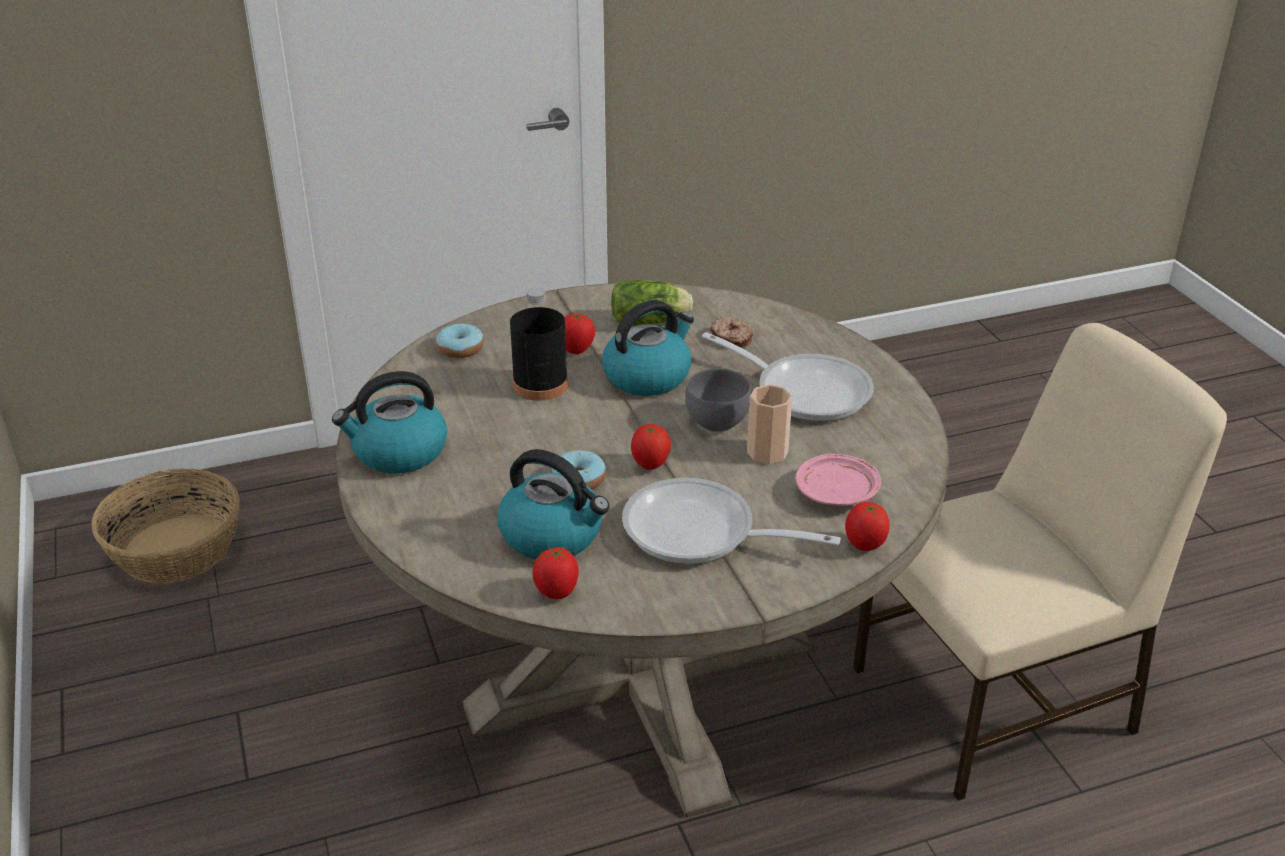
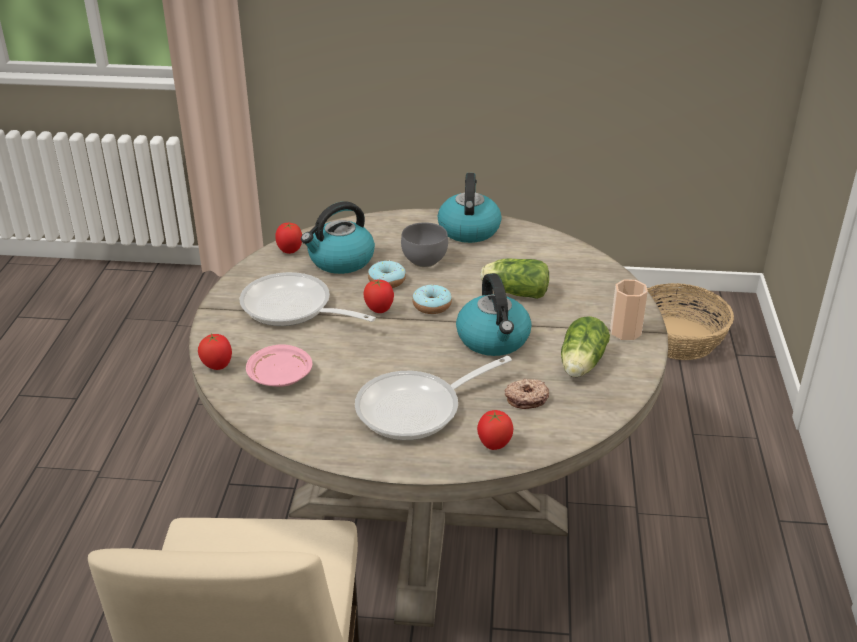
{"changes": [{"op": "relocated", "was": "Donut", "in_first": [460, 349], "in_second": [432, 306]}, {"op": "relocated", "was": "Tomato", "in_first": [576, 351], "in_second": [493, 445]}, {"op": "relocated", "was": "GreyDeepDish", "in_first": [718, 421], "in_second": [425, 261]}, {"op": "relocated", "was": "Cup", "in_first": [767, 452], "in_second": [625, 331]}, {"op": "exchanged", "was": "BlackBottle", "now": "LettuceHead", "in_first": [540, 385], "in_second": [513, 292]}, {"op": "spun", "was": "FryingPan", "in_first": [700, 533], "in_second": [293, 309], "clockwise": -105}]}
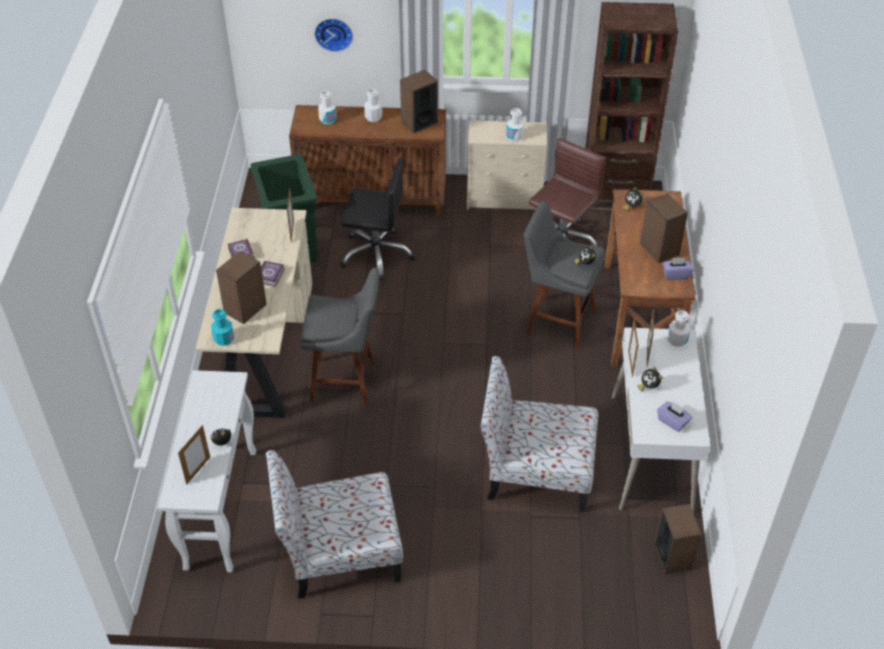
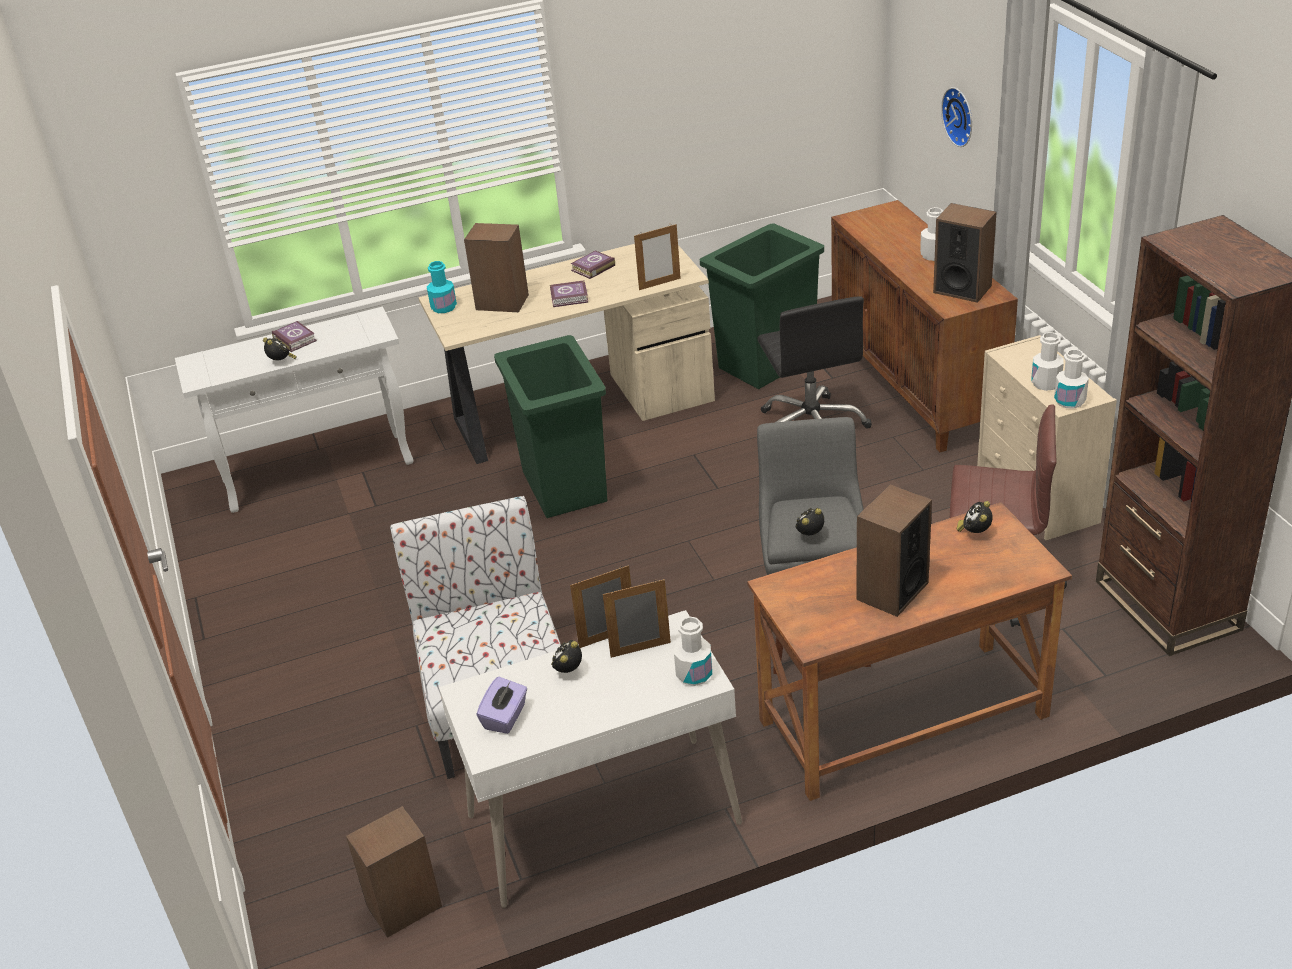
{"changes": [{"op": "missing", "was": "PictureFrame", "in_first": [198, 470]}, {"op": "missing", "was": "Chair", "in_first": [339, 553]}, {"op": "missing", "was": "PurplishTissueHolder", "in_first": [676, 275]}, {"op": "appeared", "now": "Book", "in_second": [295, 339]}, {"op": "relocated", "was": "WhiteColouredBottle", "in_first": [328, 119], "in_second": [1069, 401]}, {"op": "exchanged", "was": "GreyStool", "now": "GreenColouredTrashCan", "in_first": [347, 381], "in_second": [563, 487]}]}
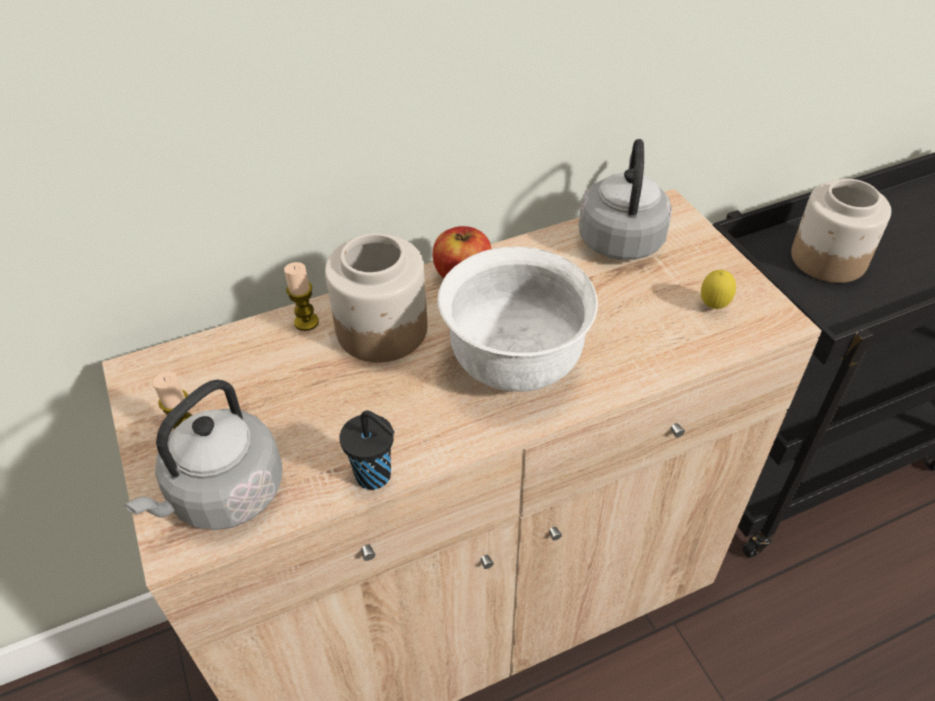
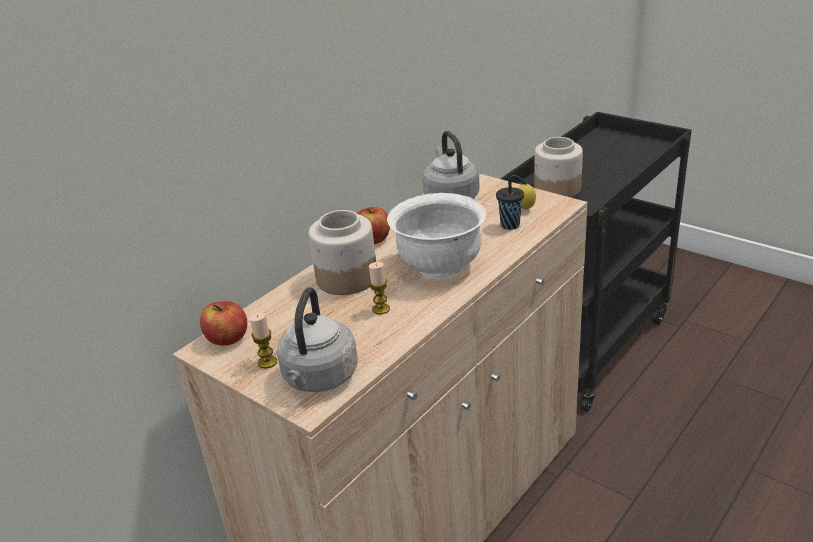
{"changes": [{"op": "appeared", "now": "AppleFruit", "in_second": [228, 338]}, {"op": "relocated", "was": "Candle", "in_first": [306, 322], "in_second": [381, 309]}, {"op": "relocated", "was": "BlackCup", "in_first": [375, 476], "in_second": [511, 225]}]}
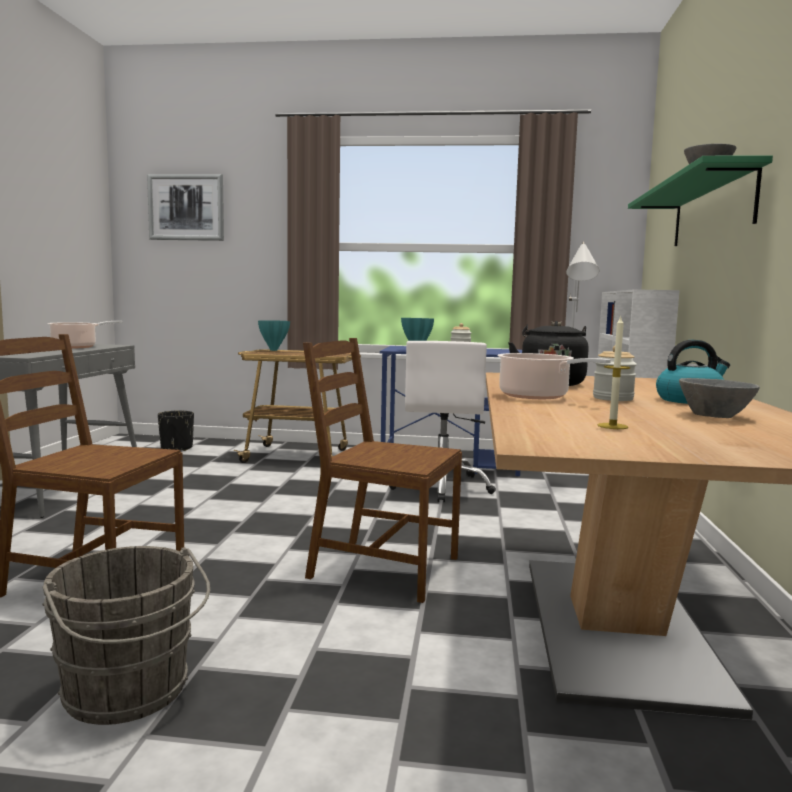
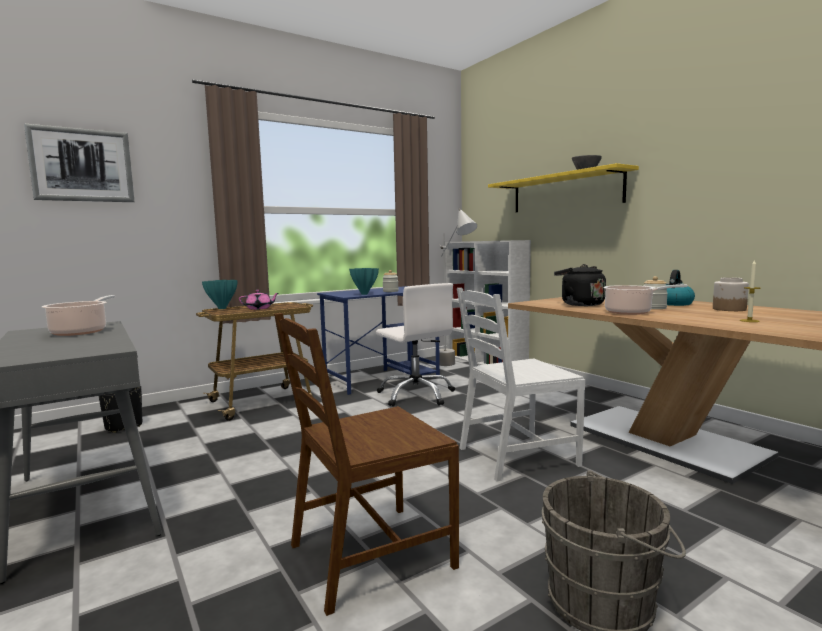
{"changes": [{"op": "appeared", "now": "PinkPotForTea", "in_second": [259, 308]}, {"op": "exchanged", "was": "GreyDeepDish", "now": "PreserveJar", "in_first": [716, 416], "in_second": [729, 309]}, {"op": "colour", "was": "BrownChair", "now": "WhiteColouredChair", "in_first": [382, 568], "in_second": [516, 456]}, {"op": "colour", "was": "GreenColouredWallShelf", "now": "YellowishWallShelf", "in_first": [711, 210], "in_second": [565, 192]}]}
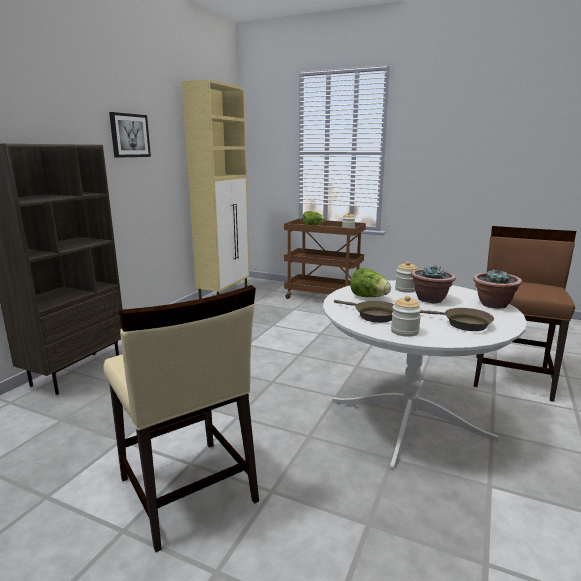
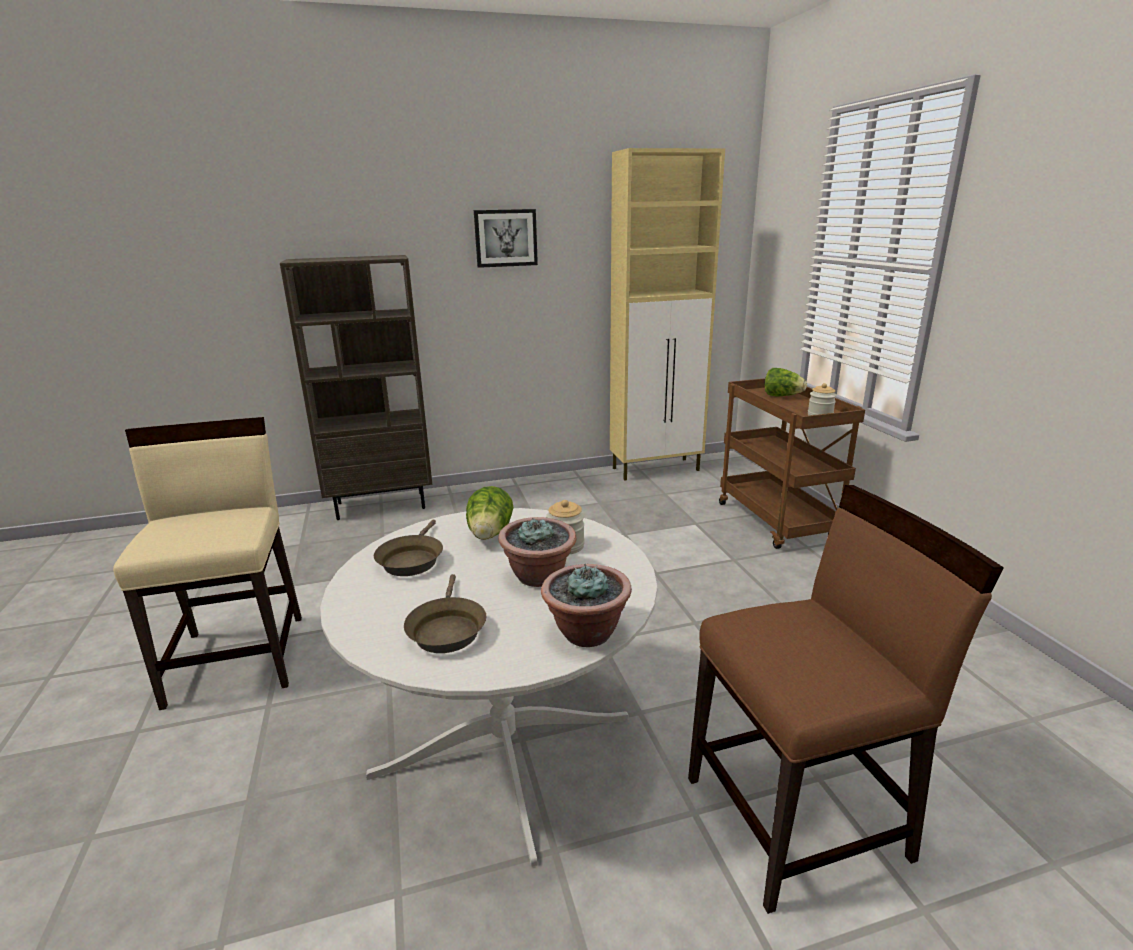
{"changes": [{"op": "missing", "was": "PreserveJar", "in_first": [404, 331]}, {"op": "spun", "was": "SandColouredChair", "in_first": [187, 491], "in_second": [239, 658], "clockwise": 150}]}
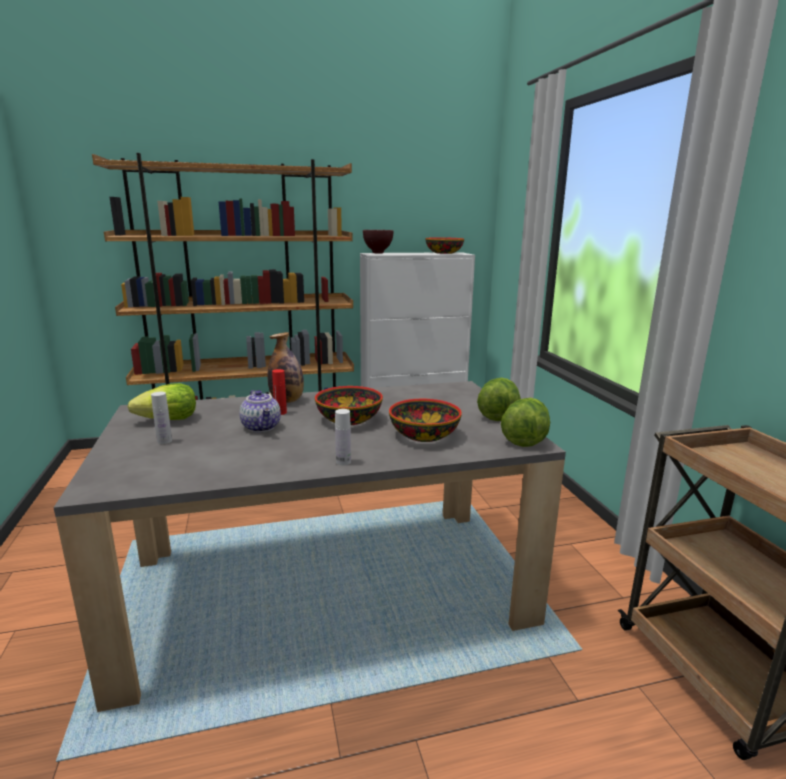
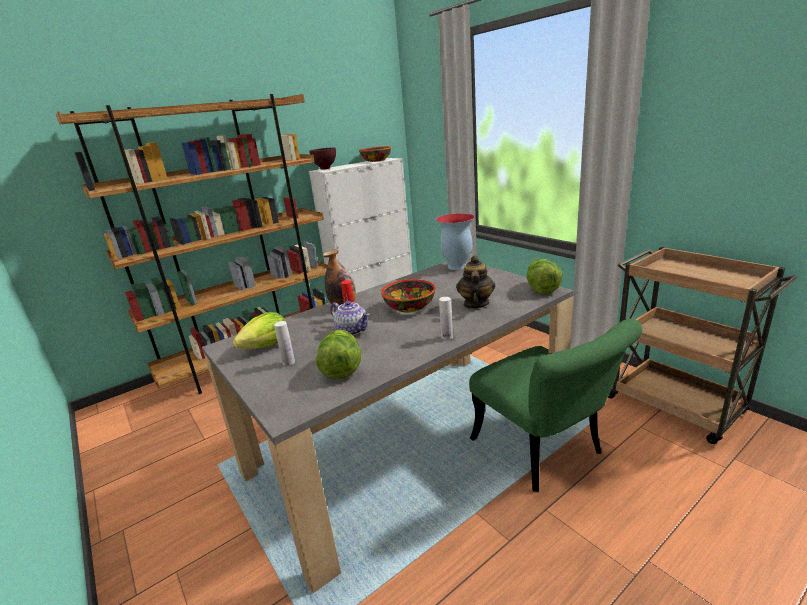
{"changes": [{"op": "appeared", "now": "DecorativeVase", "in_second": [456, 266]}, {"op": "appeared", "now": "GreenColouredChair", "in_second": [545, 453]}, {"op": "relocated", "was": "LettuceHead", "in_first": [498, 415], "in_second": [341, 369]}, {"op": "exchanged", "was": "DeepDish", "now": "PotForTea", "in_first": [423, 435], "in_second": [475, 304]}]}
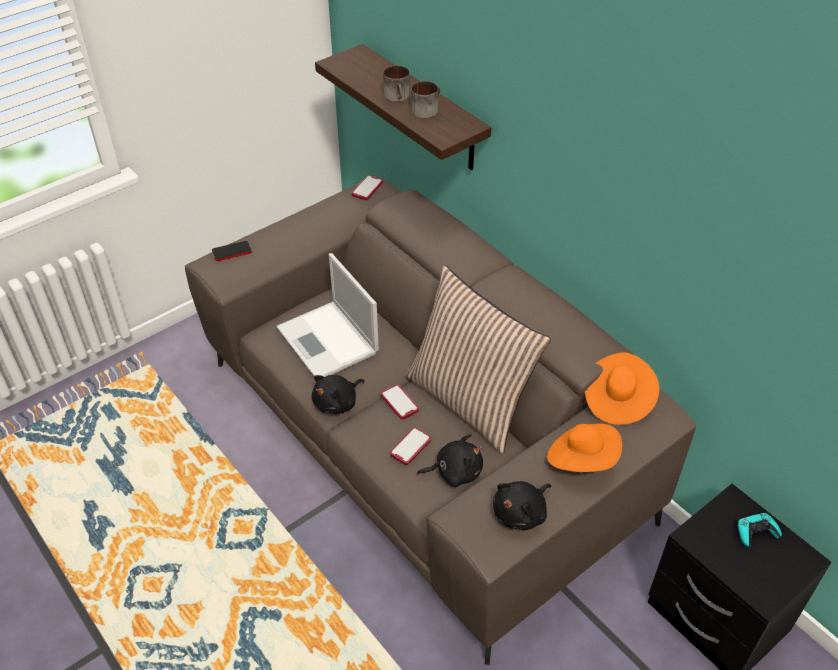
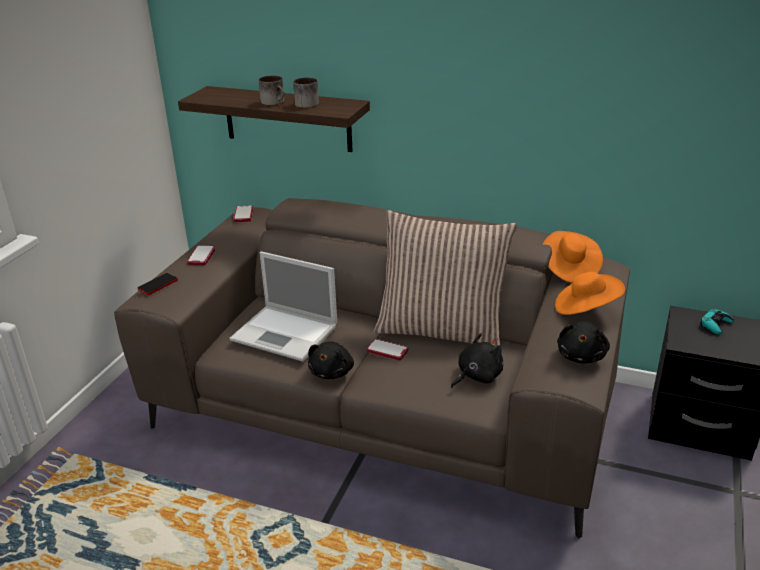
{"changes": [{"op": "relocated", "was": "Handset", "in_first": [410, 447], "in_second": [201, 256]}]}
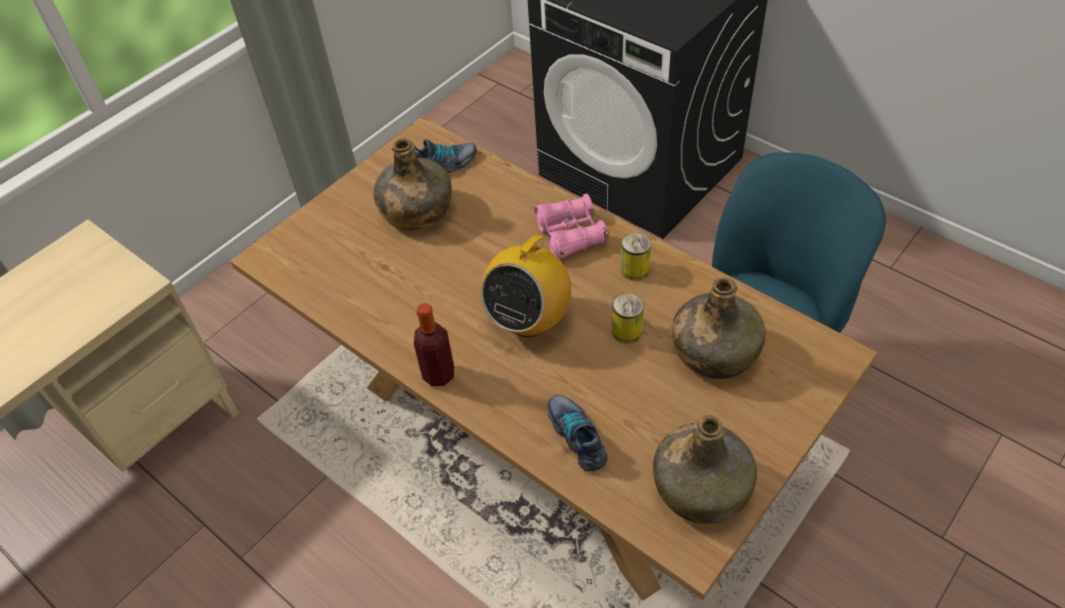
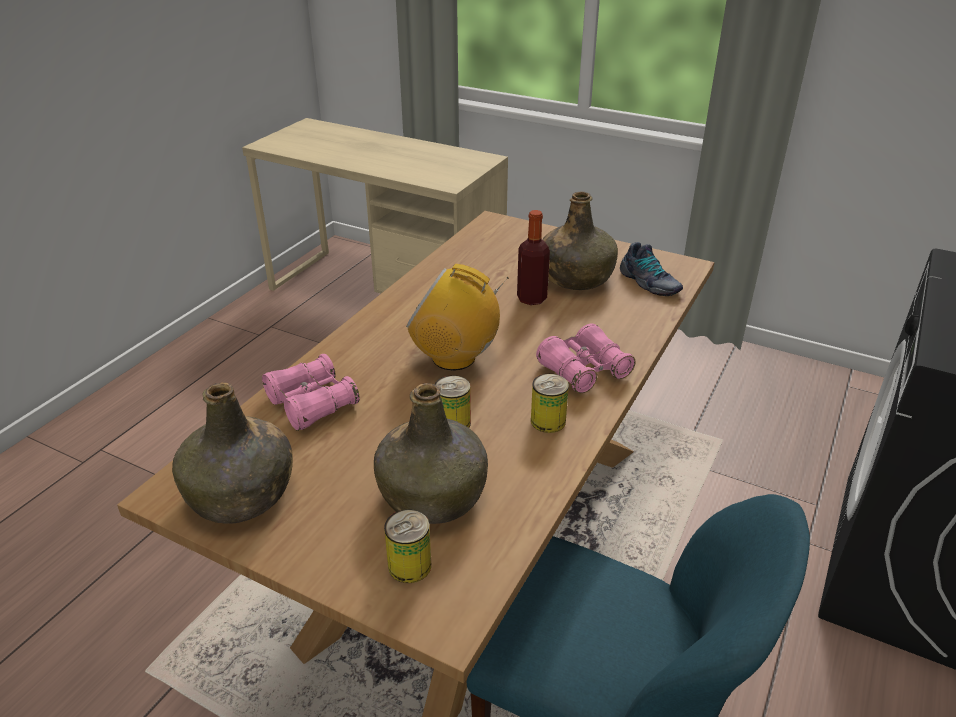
{"changes": [{"op": "appeared", "now": "MetalCan", "in_second": [409, 566]}, {"op": "relocated", "was": "Bottle", "in_first": [438, 374], "in_second": [531, 299]}, {"op": "exchanged", "was": "ItemOfFootwear", "now": "PinkBinoculars", "in_first": [577, 436], "in_second": [312, 403]}]}
